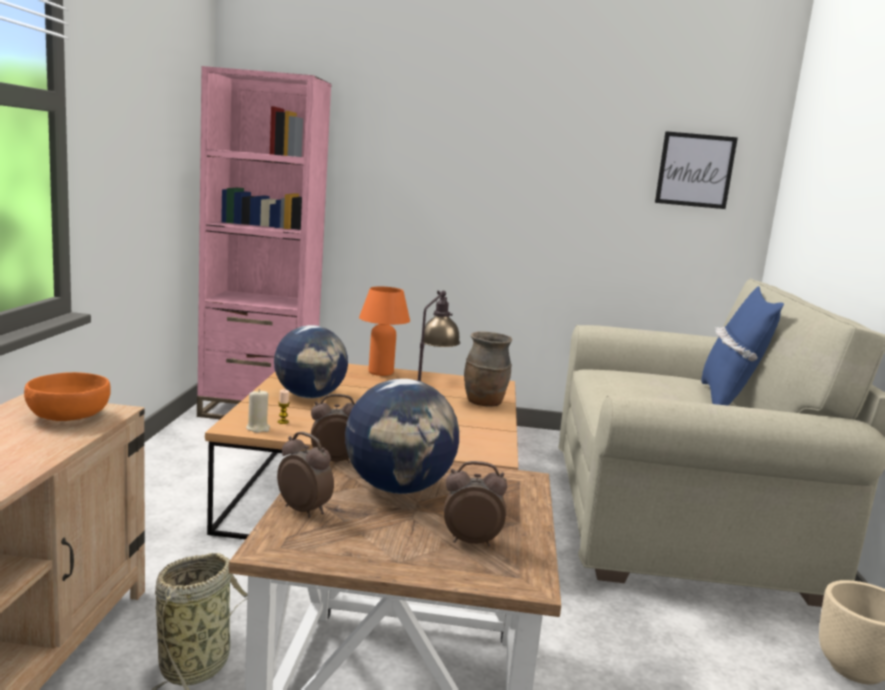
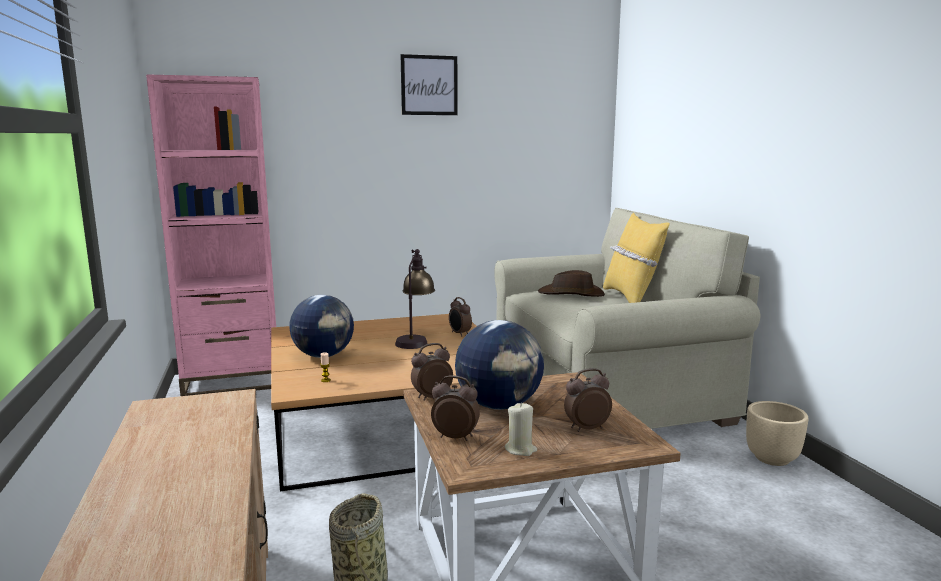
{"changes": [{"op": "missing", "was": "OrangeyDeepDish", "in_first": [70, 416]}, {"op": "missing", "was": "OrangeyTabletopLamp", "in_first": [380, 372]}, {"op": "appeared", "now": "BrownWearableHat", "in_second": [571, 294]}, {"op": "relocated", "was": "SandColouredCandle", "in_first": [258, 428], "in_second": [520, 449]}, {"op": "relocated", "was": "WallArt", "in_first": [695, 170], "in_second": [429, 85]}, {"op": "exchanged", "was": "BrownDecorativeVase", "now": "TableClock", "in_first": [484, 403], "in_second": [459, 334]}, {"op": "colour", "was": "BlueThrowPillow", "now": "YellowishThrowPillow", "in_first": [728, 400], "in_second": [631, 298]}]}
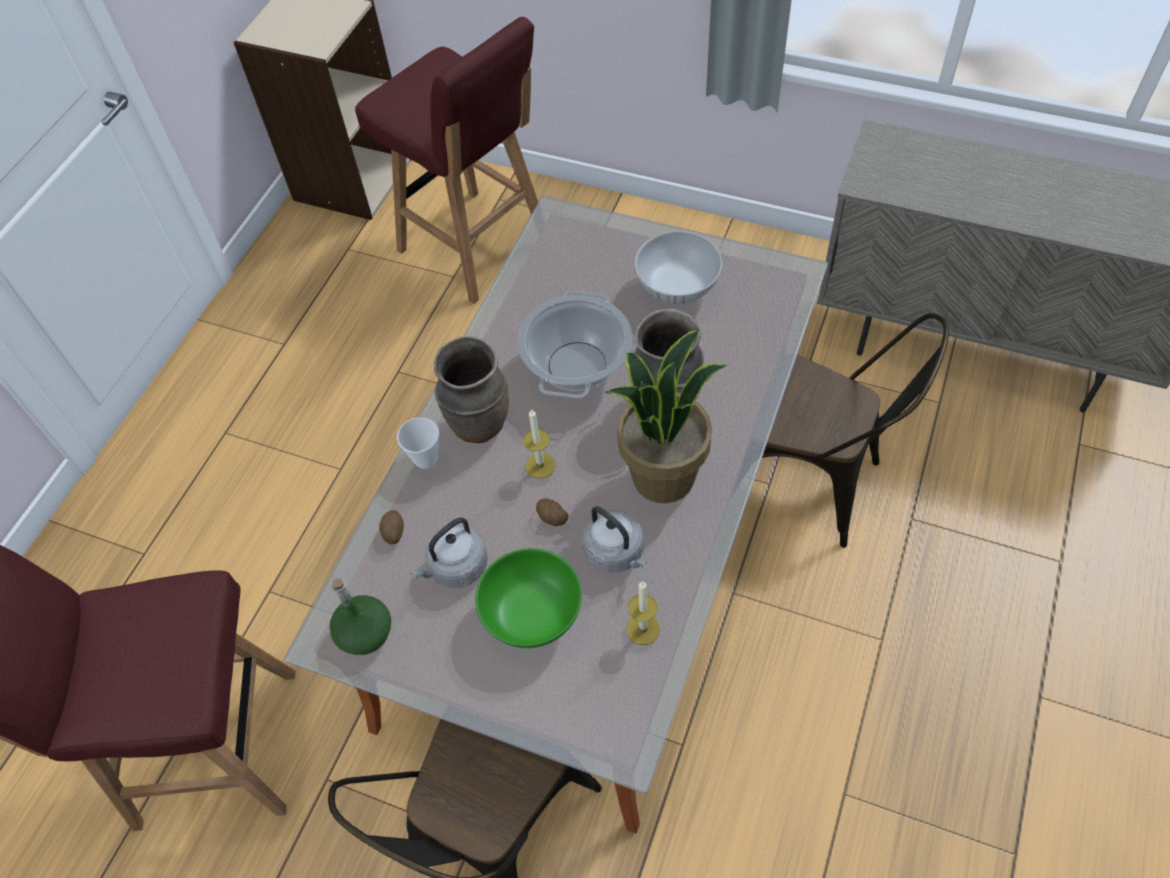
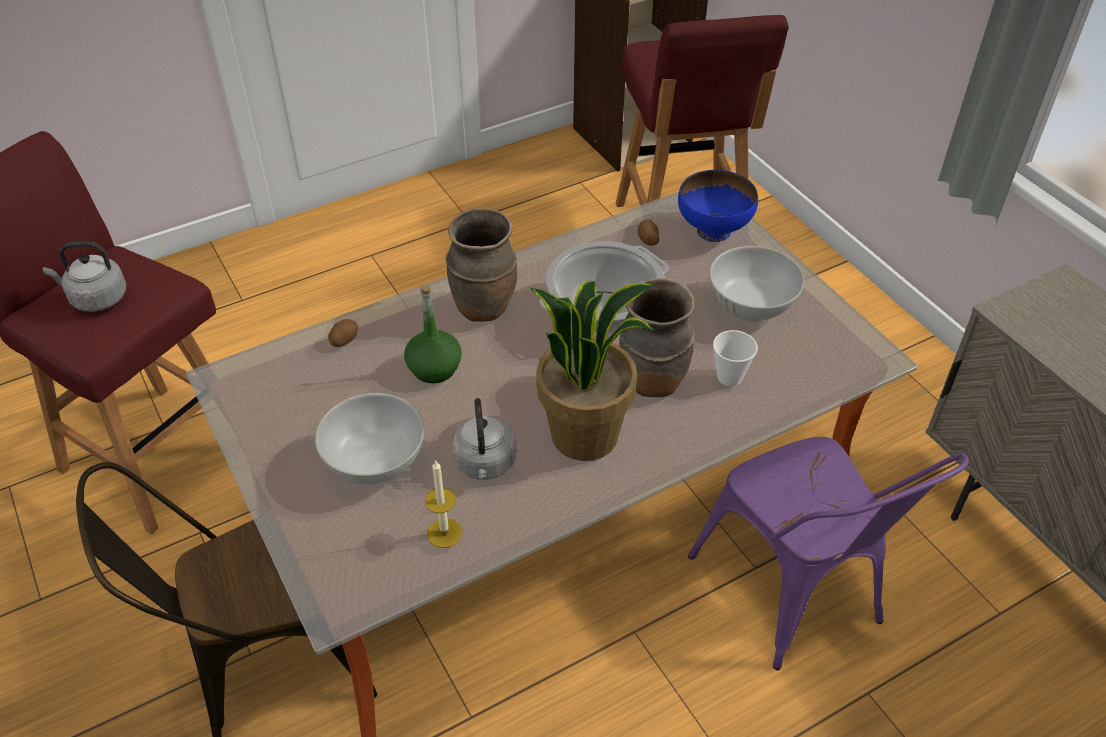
{"changes": [{"op": "missing", "was": "Candle", "in_first": [540, 465]}, {"op": "appeared", "now": "BlueDeepDish", "in_second": [714, 230]}, {"op": "relocated", "was": "GreenColouredBottle", "in_first": [365, 633], "in_second": [434, 368]}, {"op": "relocated", "was": "Cup", "in_first": [425, 458], "in_second": [729, 377]}, {"op": "relocated", "was": "GreyWaterKettle", "in_first": [456, 567], "in_second": [96, 298]}, {"op": "relocated", "was": "WholePotato", "in_first": [552, 517], "in_second": [647, 239]}, {"op": "colour", "was": "GreenColouredDeepDish", "now": "WhiteColouredDeepDish", "in_first": [533, 615], "in_second": [375, 463]}, {"op": "colour", "was": "BrownChair", "now": "PurplishChair", "in_first": [813, 486], "in_second": [796, 598]}]}
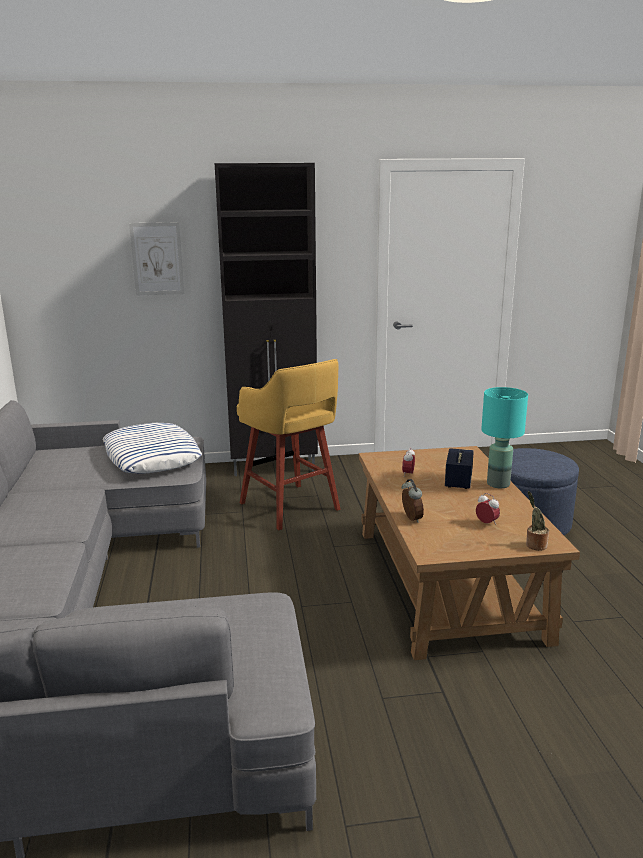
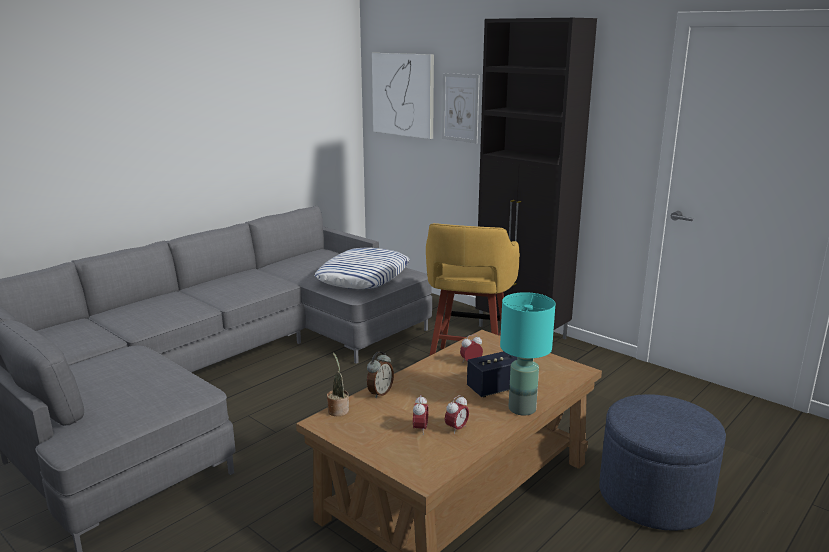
{"changes": [{"op": "appeared", "now": "WallArt", "in_second": [403, 94]}, {"op": "appeared", "now": "TableClock", "in_second": [456, 429]}, {"op": "relocated", "was": "Houseplant", "in_first": [534, 545], "in_second": [338, 410]}]}
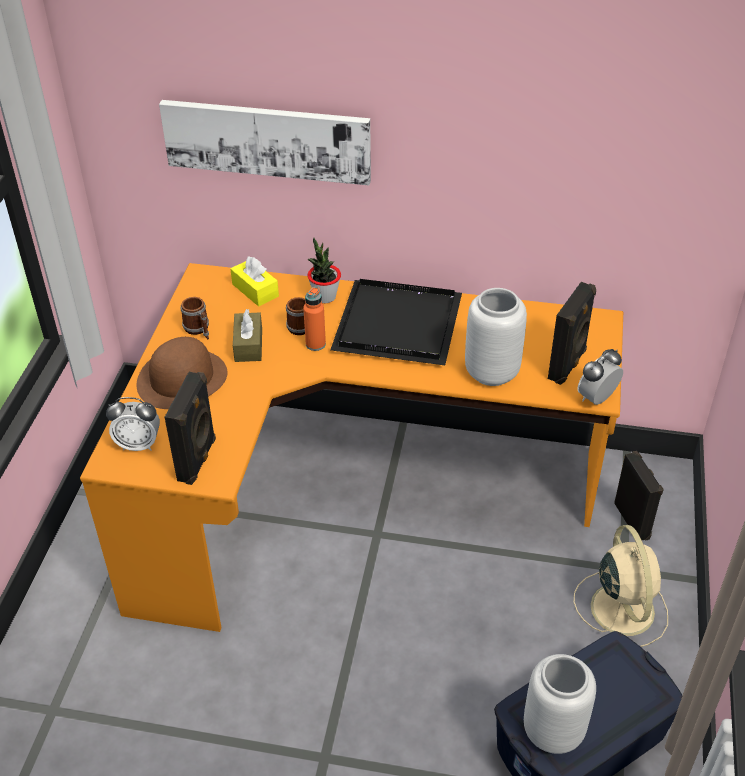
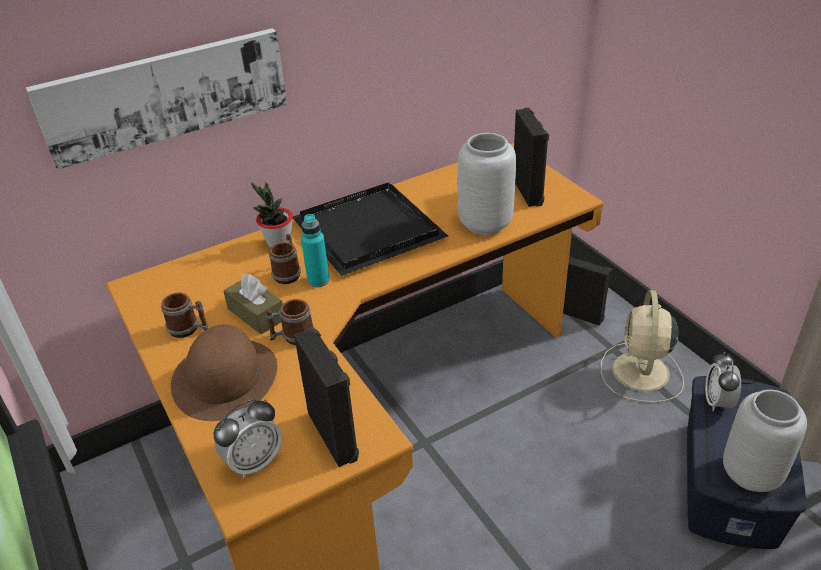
{"changes": [{"op": "missing", "was": "YellowishTissueHolder", "in_first": [255, 290]}, {"op": "appeared", "now": "TeaMug", "in_second": [292, 337]}, {"op": "relocated", "was": "TableClock", "in_first": [597, 398], "in_second": [717, 402]}, {"op": "colour", "was": "OrangeyBottle", "now": "BlueGreenBottle", "in_first": [315, 344], "in_second": [318, 280]}, {"op": "spun", "was": "SandColouredFan", "in_first": [621, 606], "in_second": [640, 373], "clockwise": -120}]}
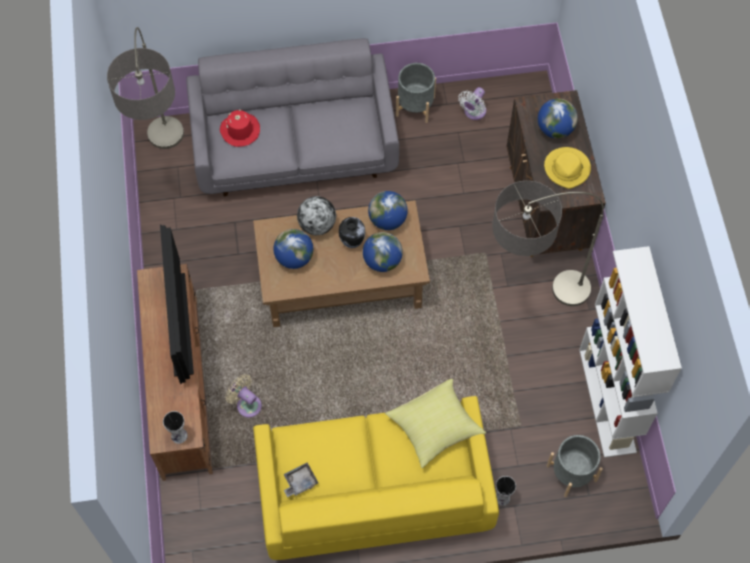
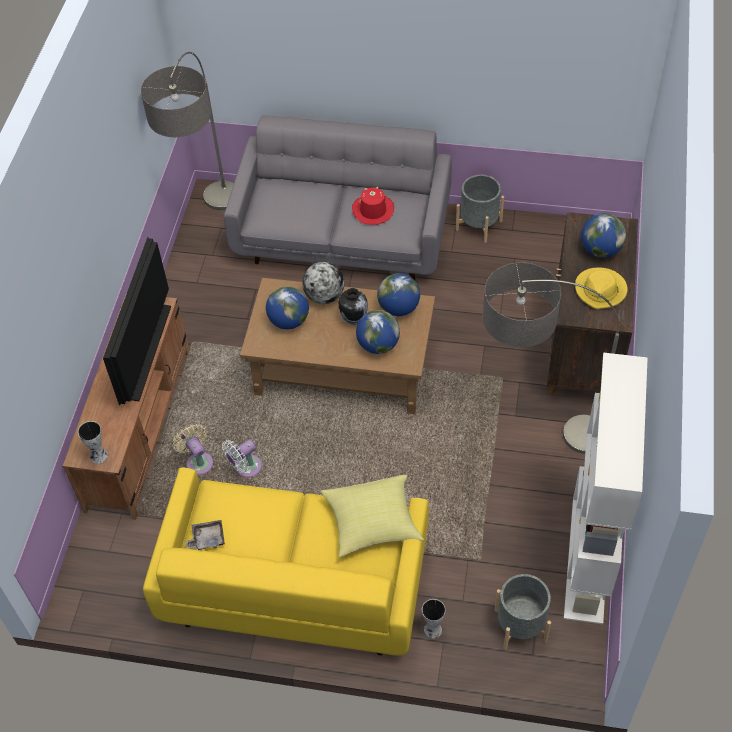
{"changes": [{"op": "relocated", "was": "ReddishWearableHat", "in_first": [240, 130], "in_second": [373, 210]}, {"op": "relocated", "was": "WhiteColouredFan", "in_first": [473, 112], "in_second": [245, 468]}]}
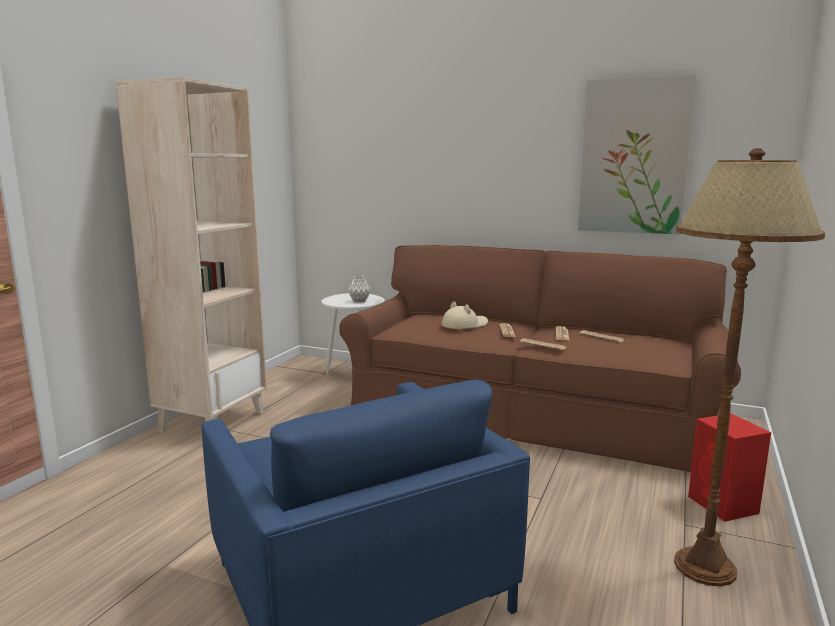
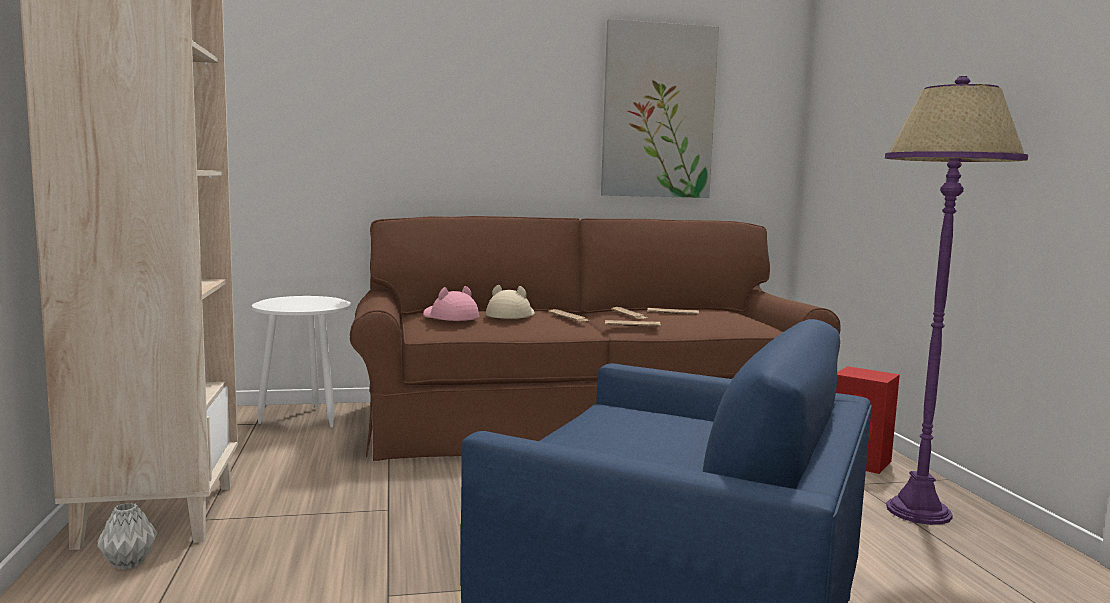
{"changes": [{"op": "appeared", "now": "PinkWearableHat", "in_second": [450, 317]}, {"op": "relocated", "was": "GreyDecorativeVase", "in_first": [359, 301], "in_second": [127, 563]}, {"op": "colour", "was": "BrownFloorLamp", "now": "PurplishFloorLamp", "in_first": [704, 566], "in_second": [917, 511]}]}
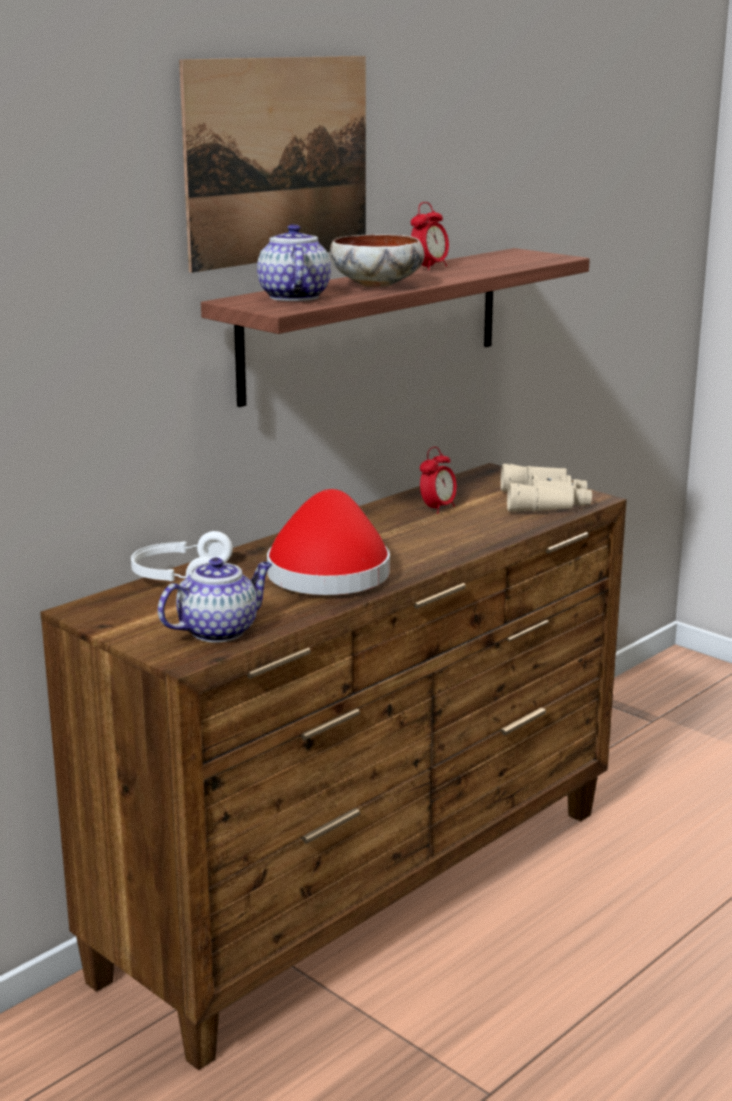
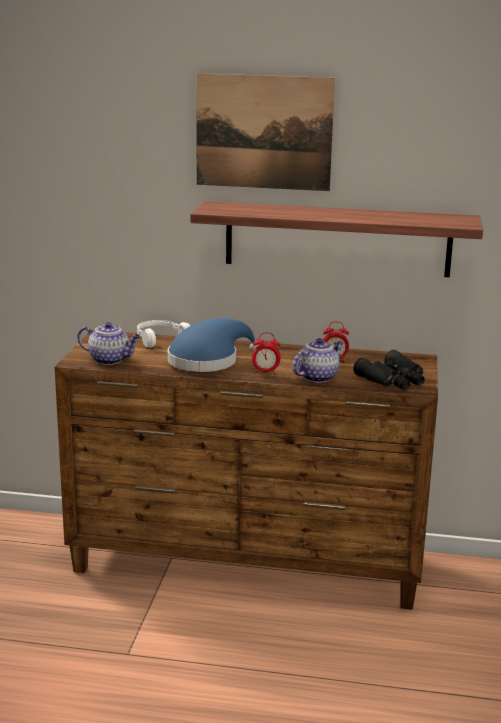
{"changes": [{"op": "missing", "was": "DeepDish", "in_first": [378, 285]}, {"op": "relocated", "was": "PotForTea", "in_first": [293, 297], "in_second": [317, 377]}, {"op": "relocated", "was": "TableClock", "in_first": [429, 268], "in_second": [265, 373]}, {"op": "colour", "was": "ReddishWearableHat", "now": "BlueWearableHat", "in_first": [328, 572], "in_second": [207, 361]}, {"op": "colour", "was": "SandColouredBinoculars", "now": "BlackBinoculars", "in_first": [546, 501], "in_second": [394, 379]}]}
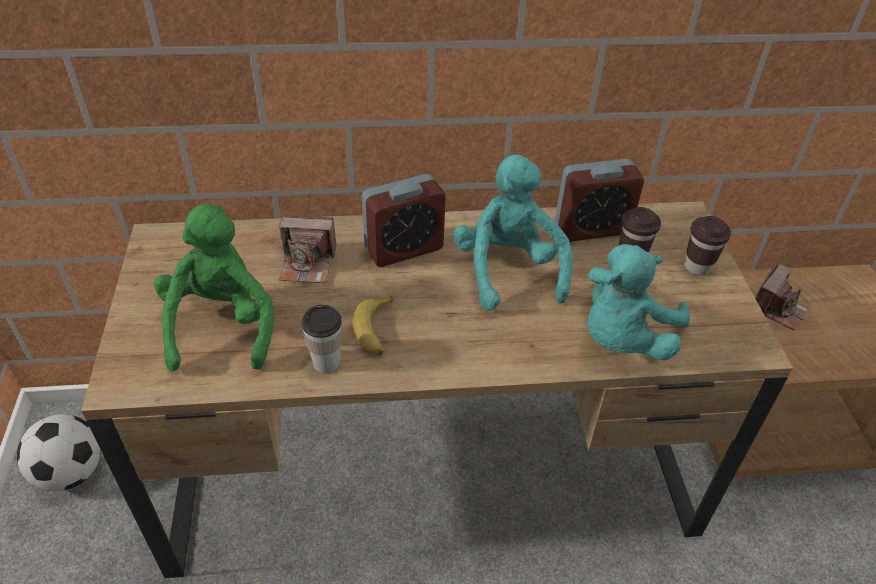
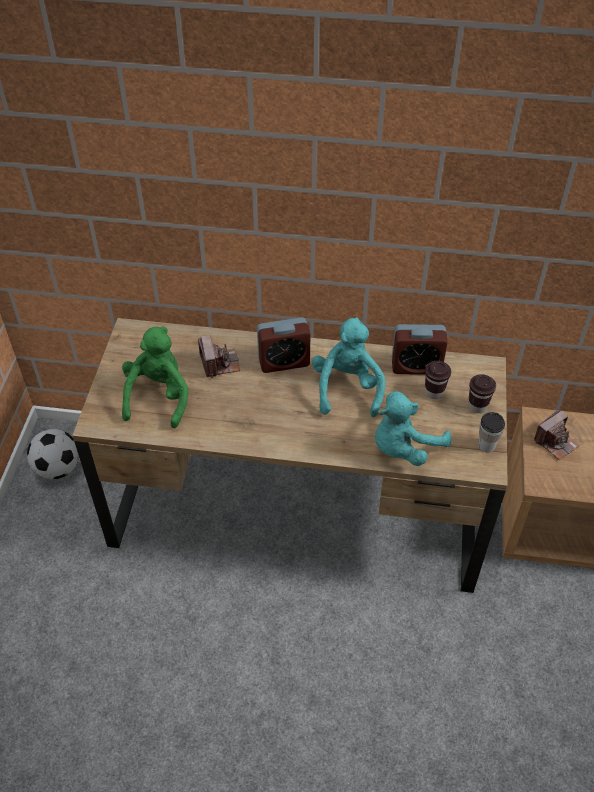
{"changes": [{"op": "missing", "was": "BananaFruit", "in_first": [376, 331]}, {"op": "relocated", "was": "Cup", "in_first": [326, 362], "in_second": [486, 445]}, {"op": "spun", "was": "StillCamera", "in_first": [308, 264], "in_second": [219, 363], "clockwise": -120}]}
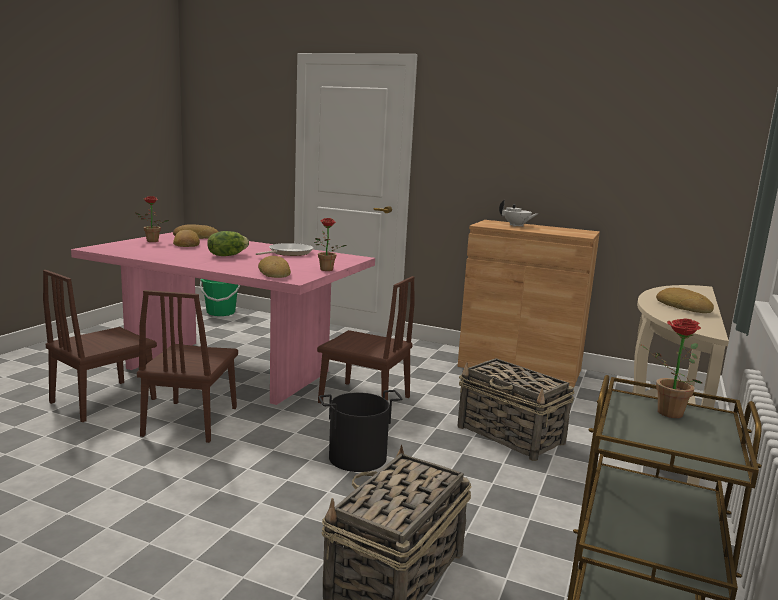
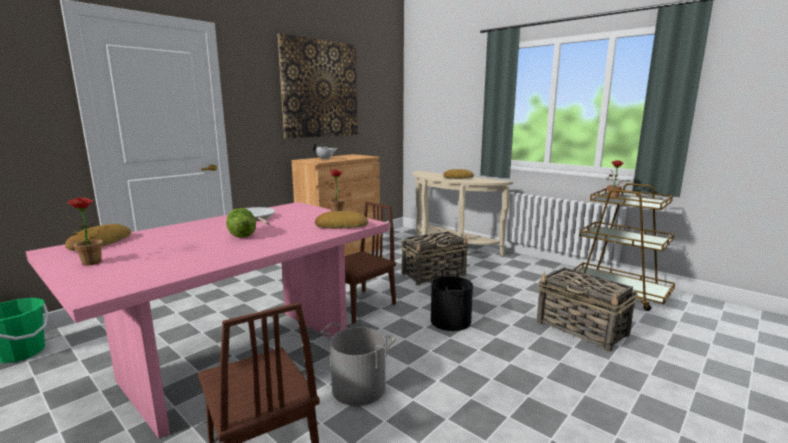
{"changes": [{"op": "missing", "was": "BakedBread", "in_first": [186, 244]}, {"op": "appeared", "now": "WallArt", "in_second": [320, 89]}, {"op": "exchanged", "was": "BrownChair", "now": "GreyPail", "in_first": [191, 421], "in_second": [358, 388]}]}
